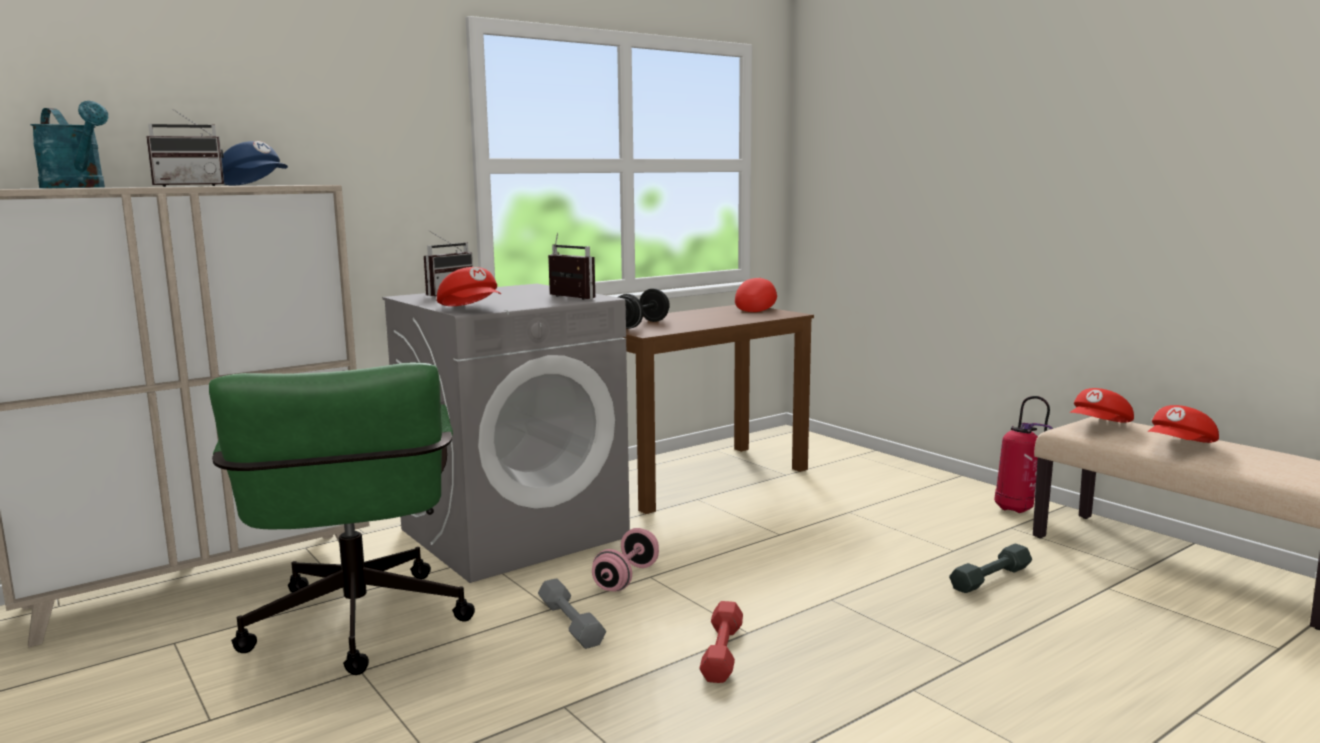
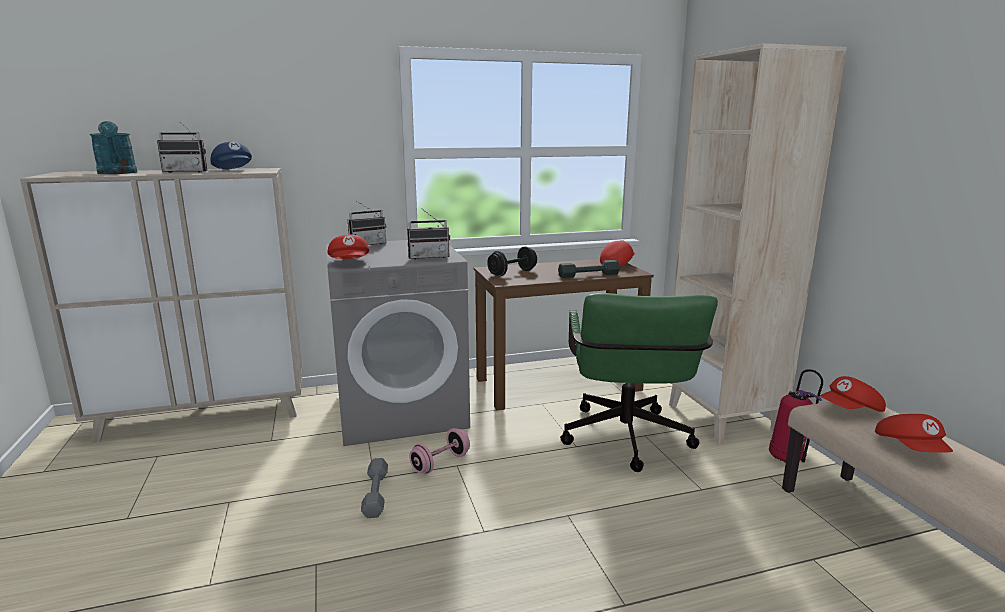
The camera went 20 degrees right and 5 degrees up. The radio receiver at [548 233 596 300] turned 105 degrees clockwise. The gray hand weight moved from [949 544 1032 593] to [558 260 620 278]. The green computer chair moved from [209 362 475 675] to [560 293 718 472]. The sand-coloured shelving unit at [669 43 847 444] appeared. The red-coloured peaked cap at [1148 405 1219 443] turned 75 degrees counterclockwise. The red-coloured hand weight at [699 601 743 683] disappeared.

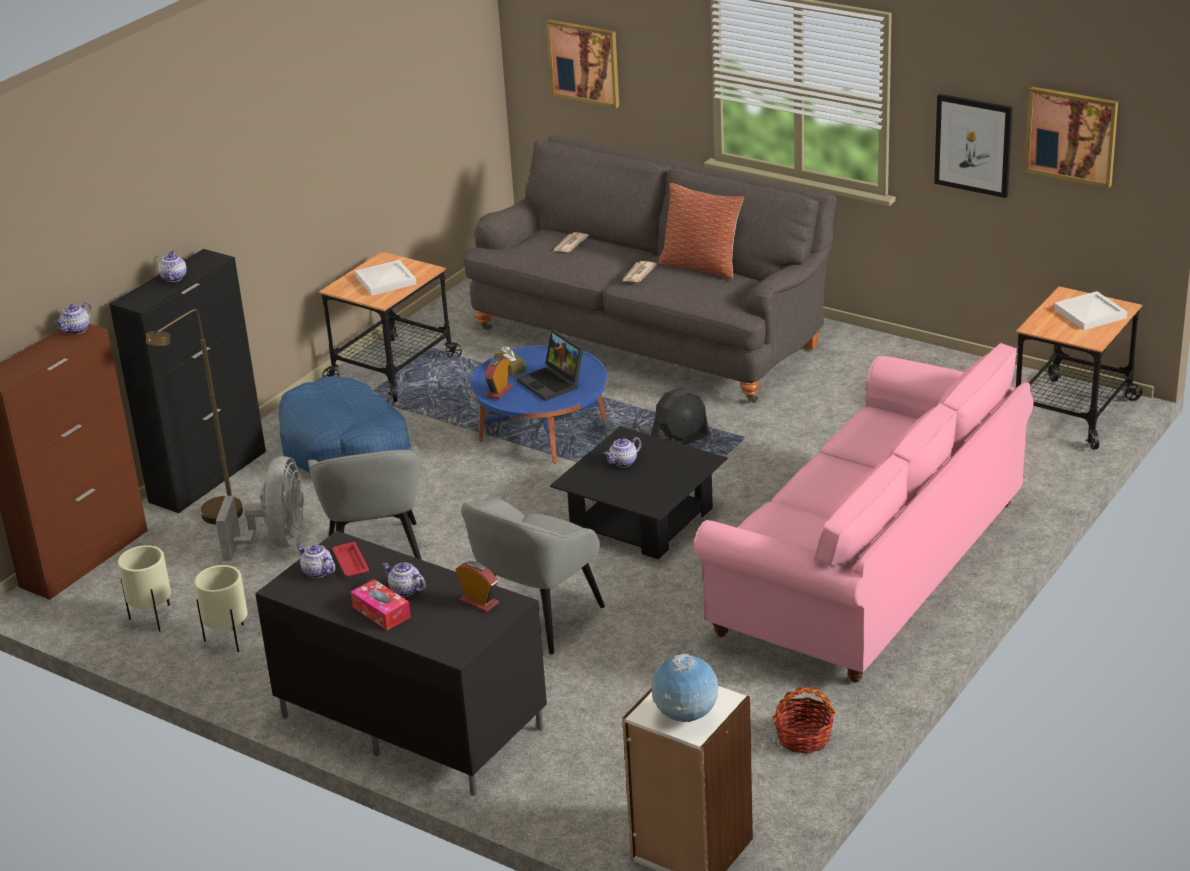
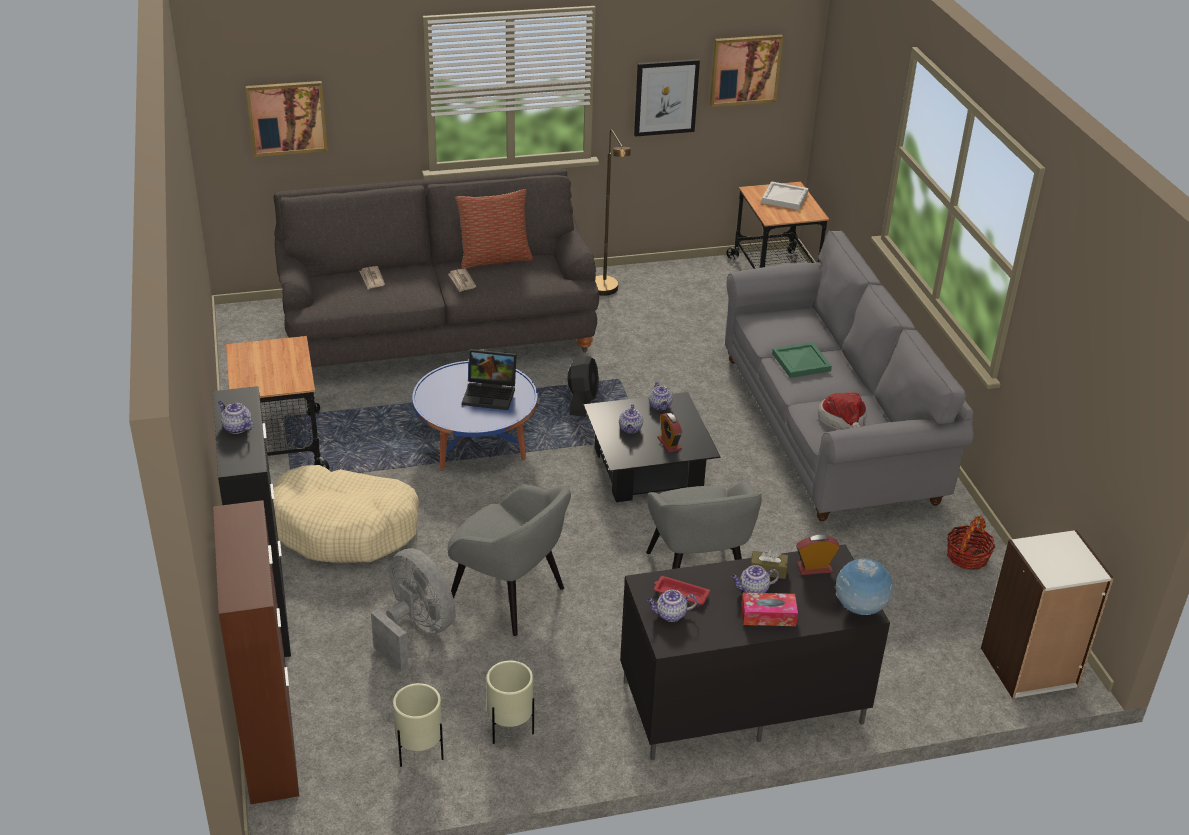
The camera went 50 degrees left and 5 degrees up. The blue-coloured dog bed at [279 376 411 473] became the sand-coloured dog bed at [273 465 419 563]. The brown-coloured floor lamp moved from [146 309 243 524] to [595 129 631 296]. The pot for tea moved from [55 302 92 334] to [649 382 673 410]. The bedside clock moved from [485 357 512 400] to [658 413 682 453]. The pink-coloured settee at [693 343 1033 683] became the gray settee at [725 231 974 521]. The brown-coloured tissue holder moved from [495 346 526 377] to [750 548 788 579]. The green tray at [772 342 832 378] appeared. The clothing hat at [818 393 867 430] appeared. The world globe moved from [651 654 718 722] to [836 559 893 615]. The whitish tray at [355 260 416 296] disappeared.

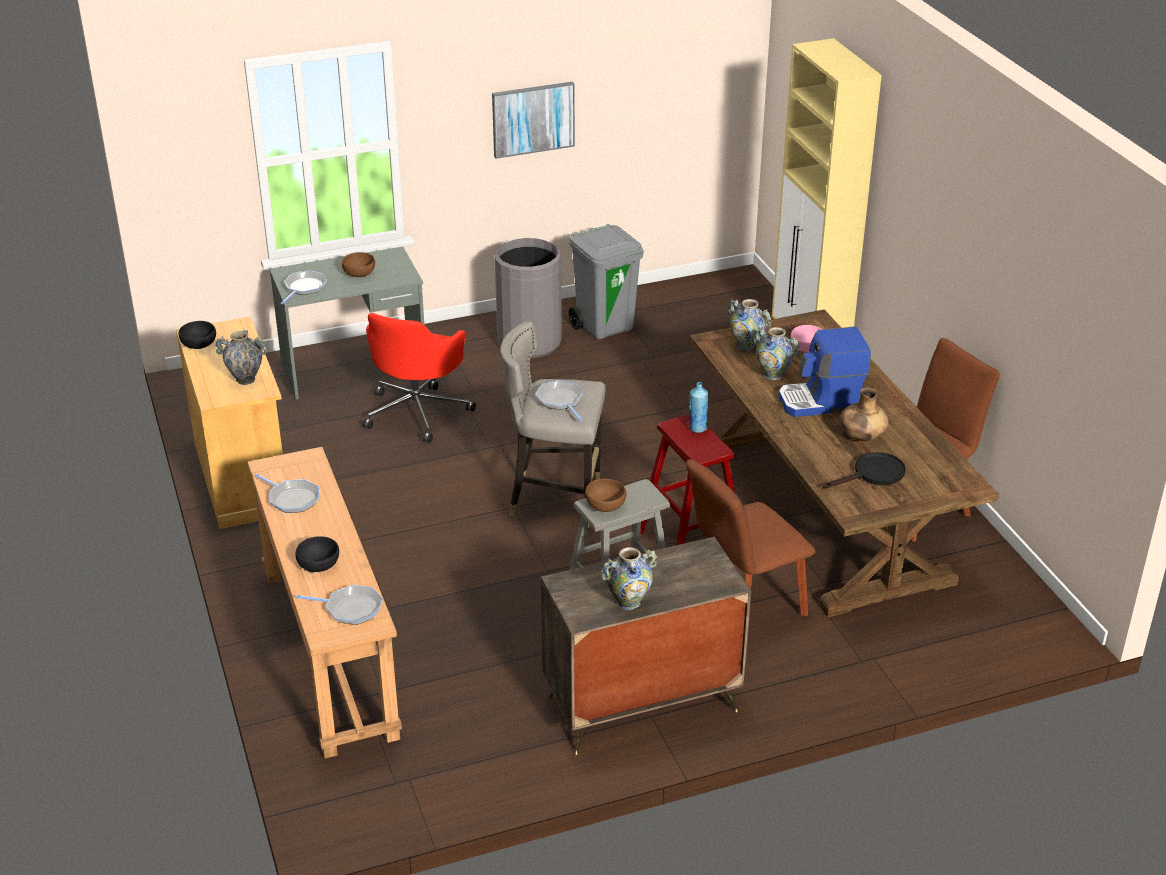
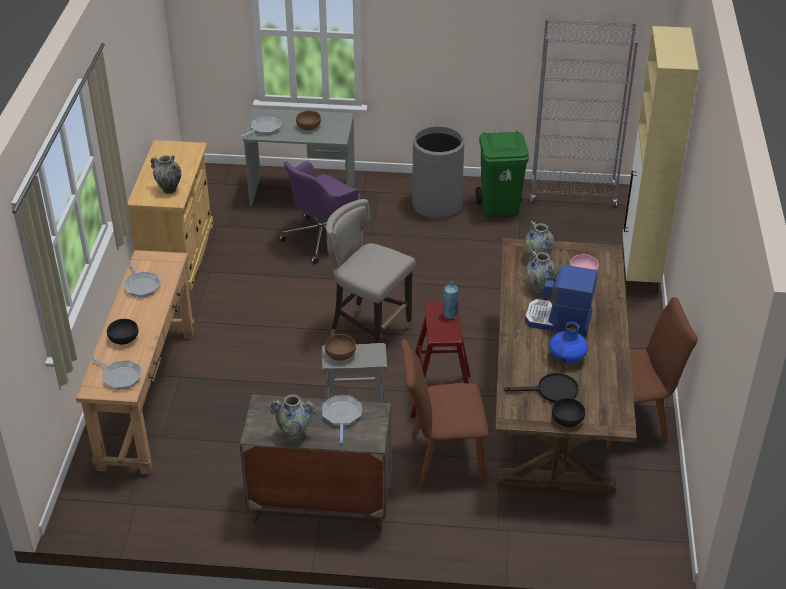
The camera went 25 degrees right and 5 degrees up. The red-coloured computer chair at [363 313 476 443] became the purplish computer chair at [278 161 364 264]. The frying pan moved from [535 380 583 421] to [322 395 362 444]. The gray waste bin at [568 224 644 340] became the green waste bin at [476 130 529 217]. The gray shelving unit at [531 19 638 206] appeared. The brown-coloured decorative vase at [840 387 888 441] became the blue-coloured decorative vase at [550 322 588 364]. The black bowl moved from [179 321 216 349] to [552 398 585 427]. The wall picture at [492 82 575 159] disappeared.

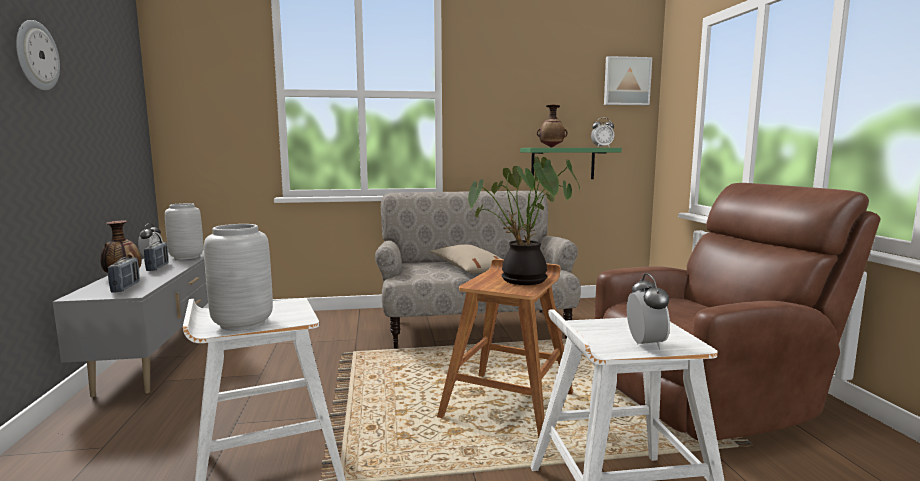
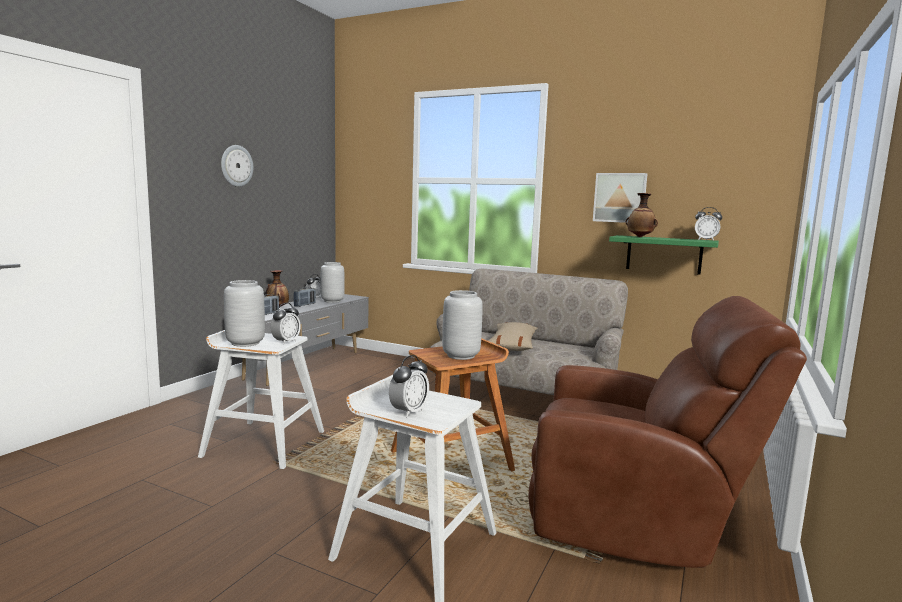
The camera went 35 degrees right and 0 degrees up. The bedside clock at [271 303 301 345] appeared. The potted plant at [468 156 580 285] was replaced by the gray decorative vase at [442 290 483 360]. The wall picture moved from [604 56 652 105] to [593 173 647 223].

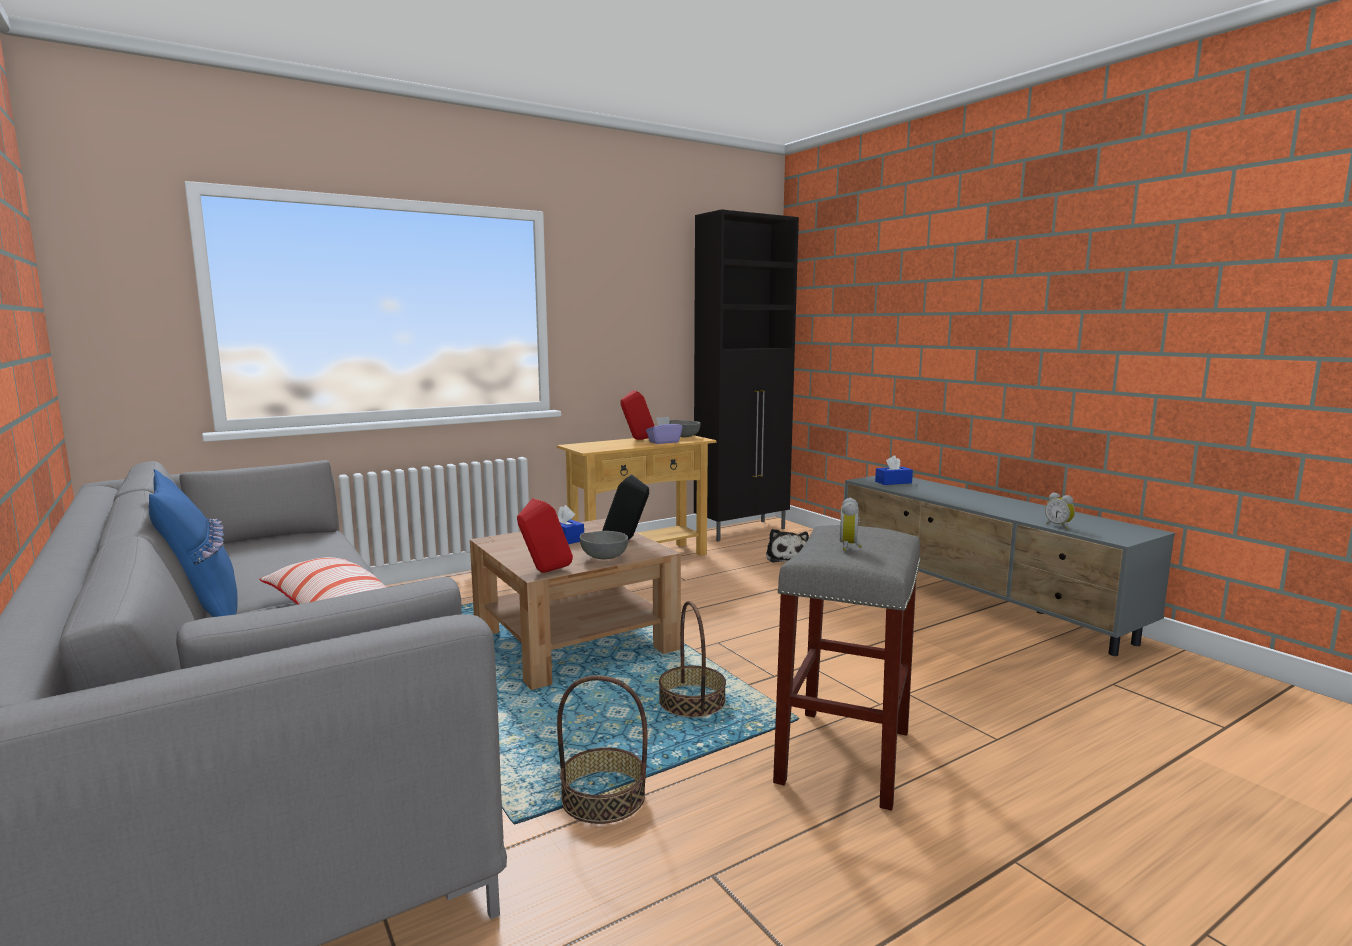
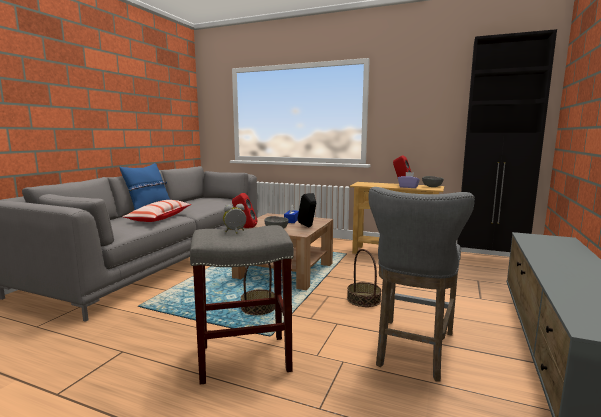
The camera went 55 degrees right and 0 degrees up. The storage basket moved from [557 675 648 824] to [347 249 381 307]. The gray stool seat at [369 187 475 381] appeared. The cuddly toy at [766 529 809 563] disappeared. The blue-coloured tissue holder at [875 455 913 485] disappeared. The bedside clock at [1045 493 1075 529] disappeared.

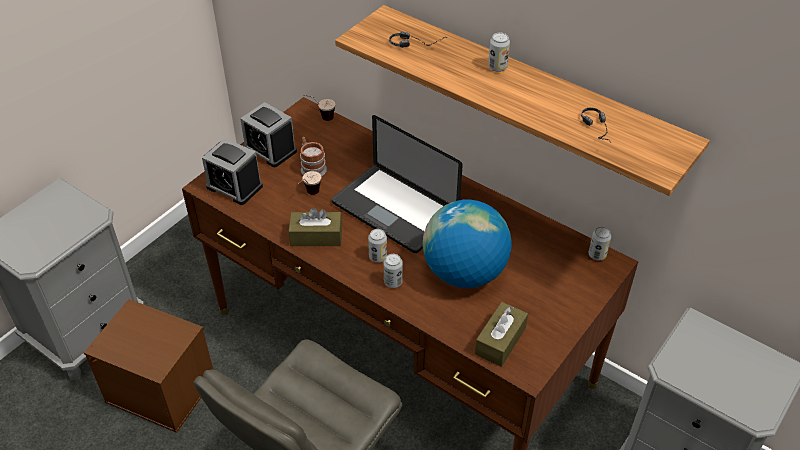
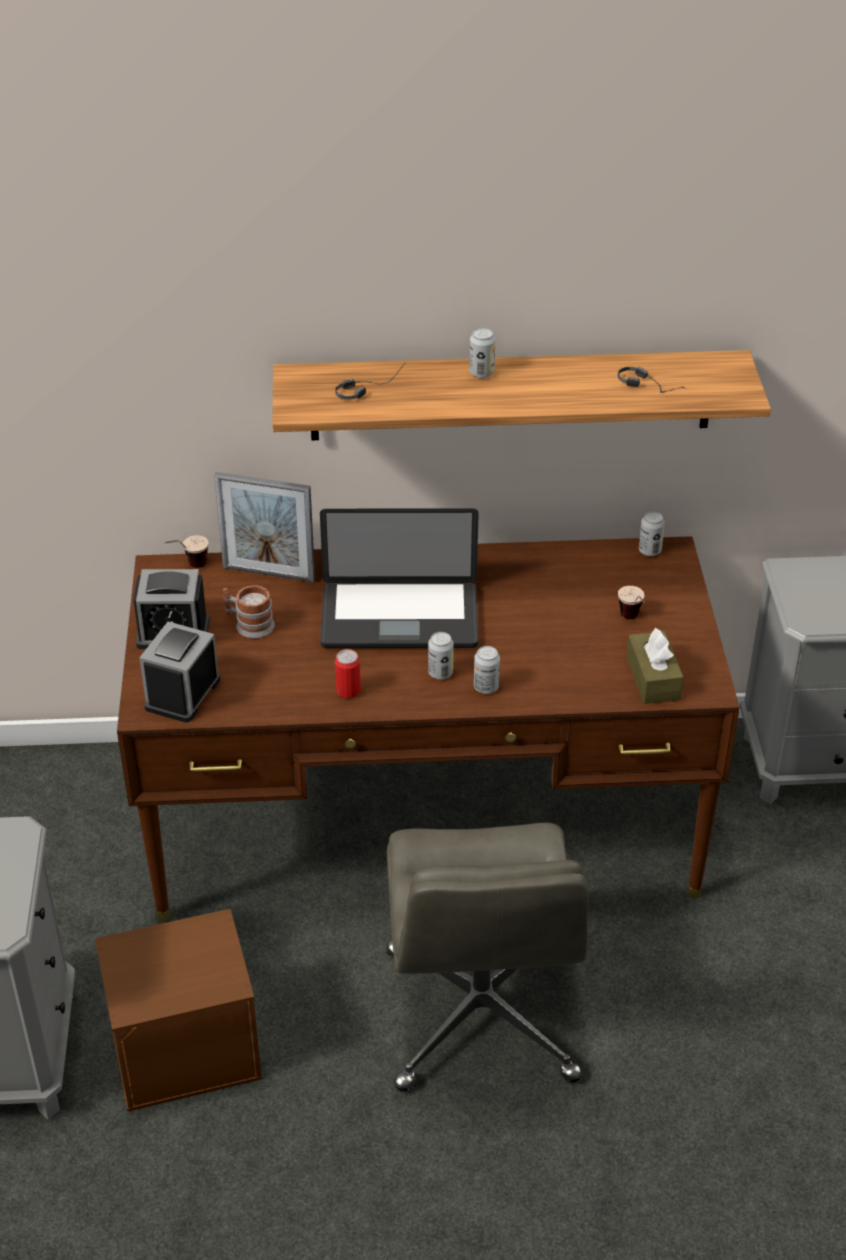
The camera went 40 degrees left and 5 degrees down. The bedside clock at [202 138 263 205] turned 120 degrees clockwise. The standing frame at [214 472 315 583] appeared. The brown-coloured tissue holder at [288 207 342 246] was replaced by the sealed can at [335 649 361 699]. The cup moved from [298 171 321 195] to [618 586 645 619]. The world globe at [423 200 512 288] disappeared.

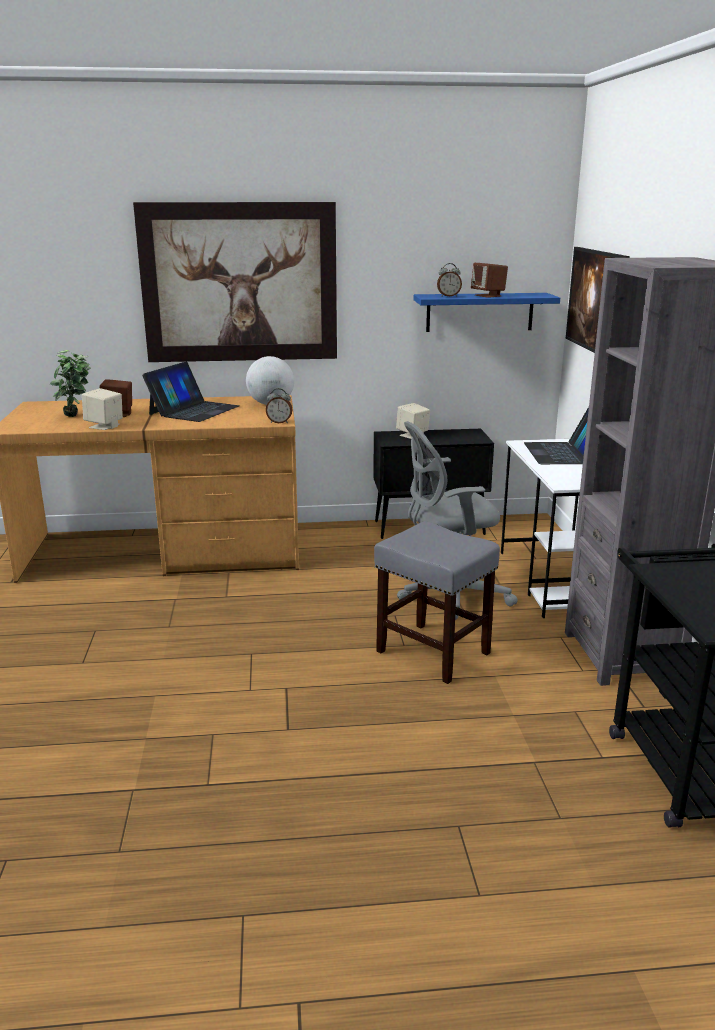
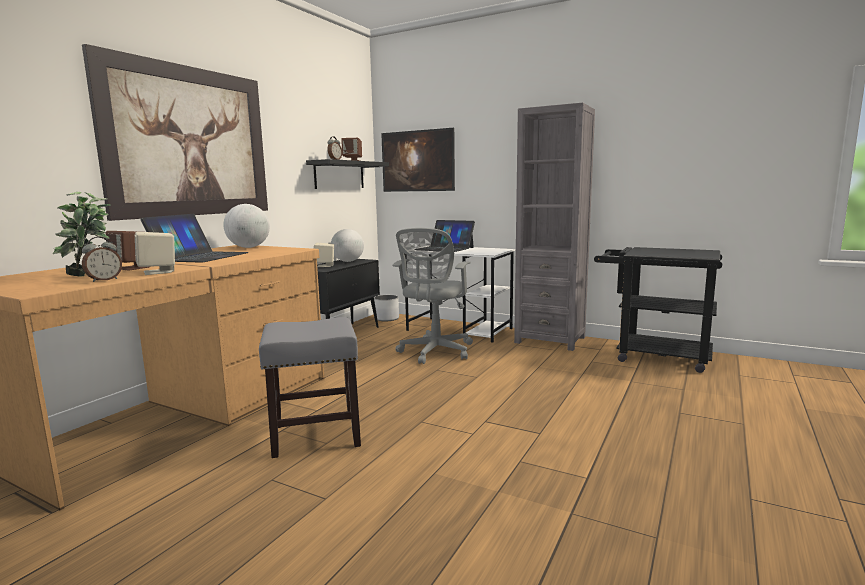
The camera went 55 degrees left and 10 degrees down. The bedside clock moved from [266 388 292 423] to [82 237 122 282]. The laptop at [142 361 239 422] turned 45 degrees clockwise. The gray stool seat moved from [374 521 500 684] to [259 317 361 458]. The blue-coloured shelf at [414 293 560 332] became the black shelf at [306 159 389 189]. The world globe at [331 229 364 262] appeared. The whitish flower pot at [374 295 399 321] appeared.

